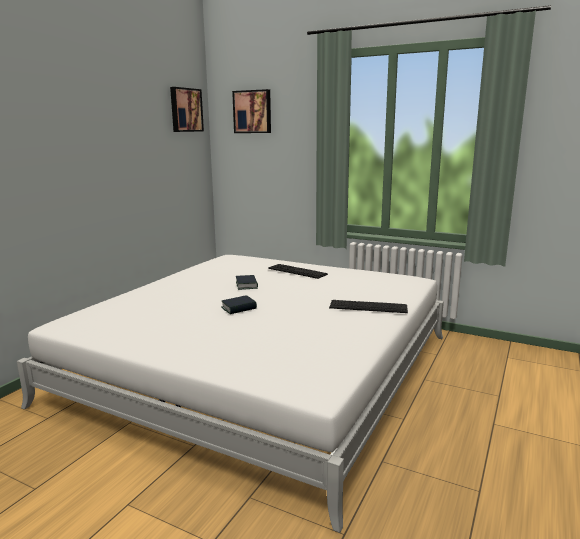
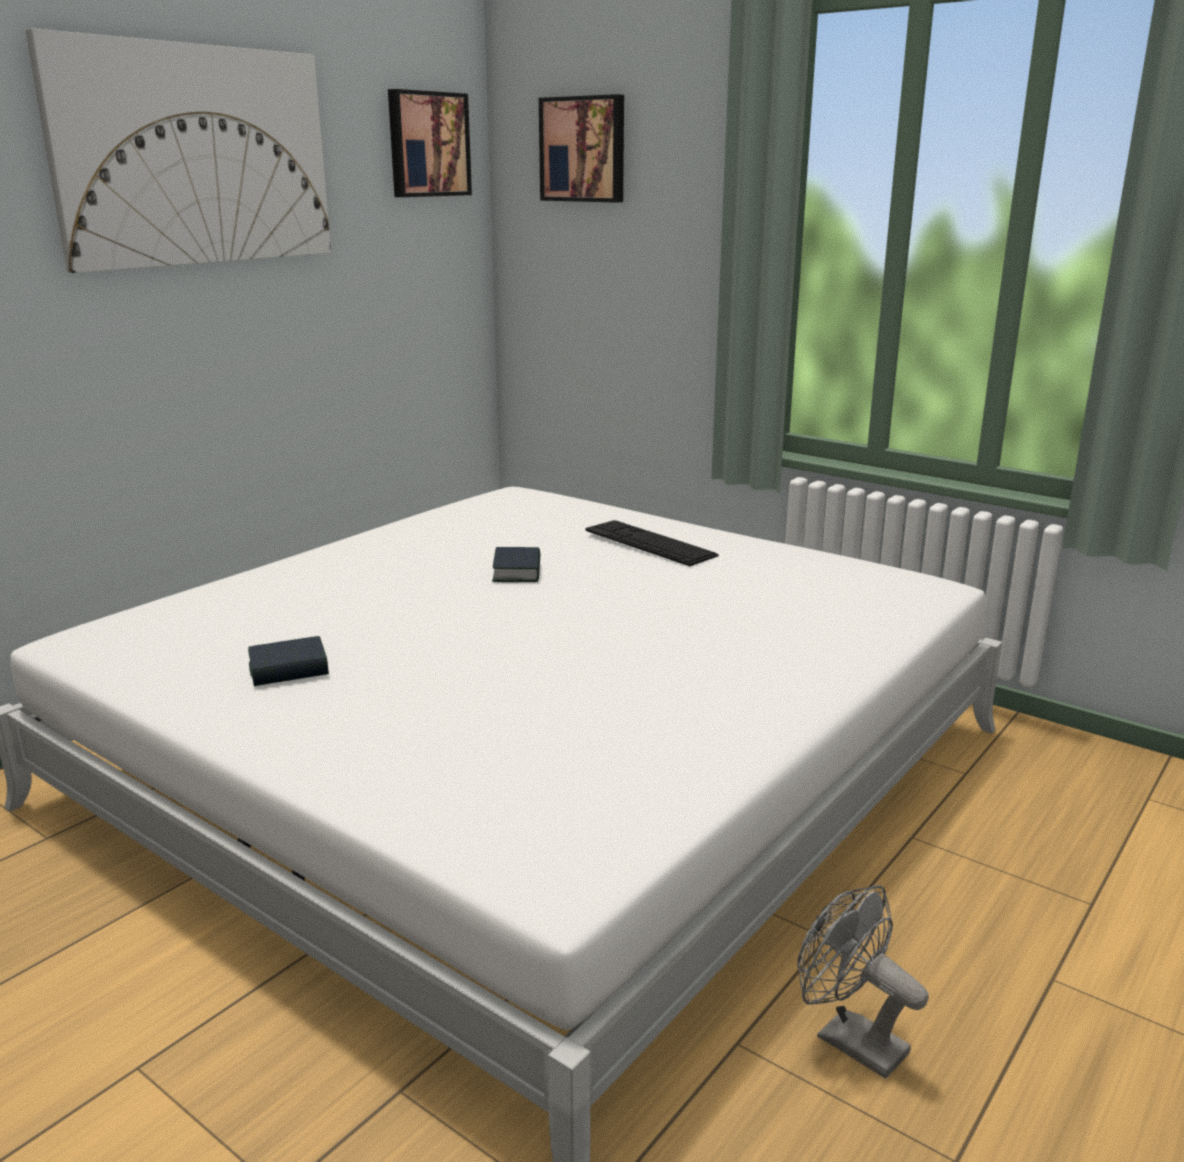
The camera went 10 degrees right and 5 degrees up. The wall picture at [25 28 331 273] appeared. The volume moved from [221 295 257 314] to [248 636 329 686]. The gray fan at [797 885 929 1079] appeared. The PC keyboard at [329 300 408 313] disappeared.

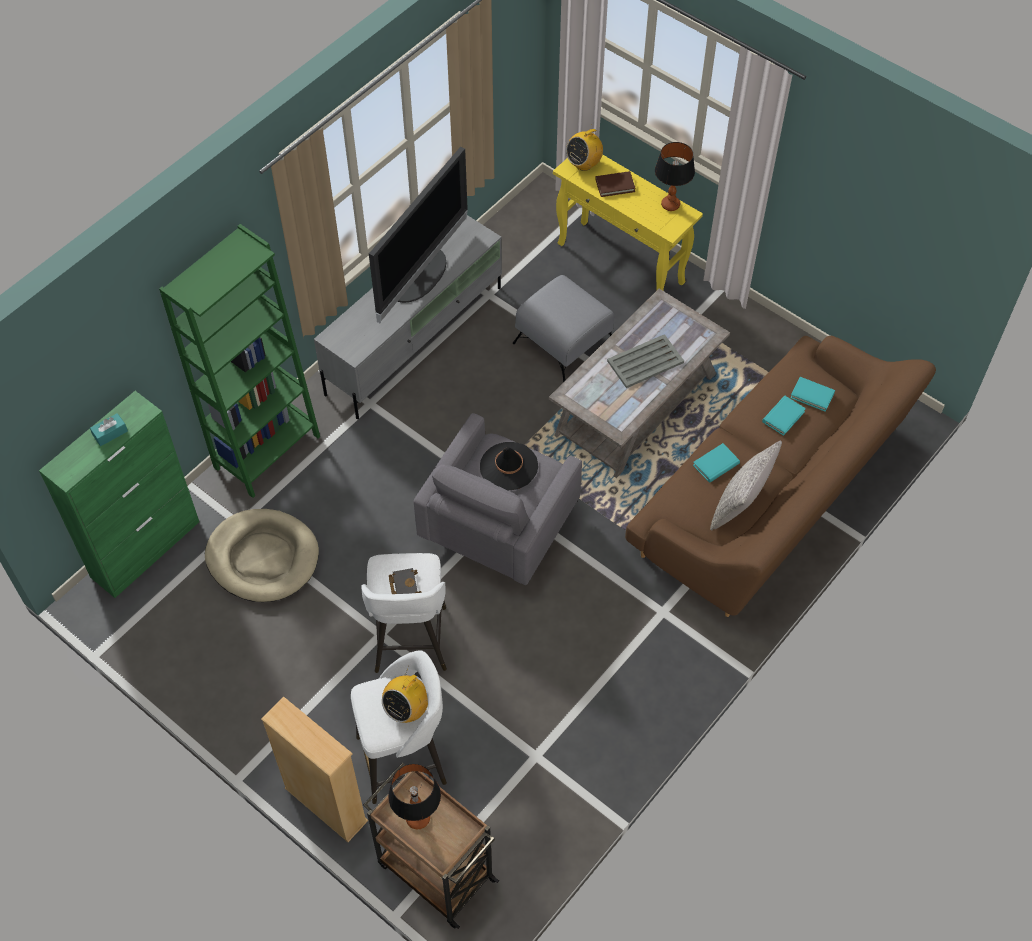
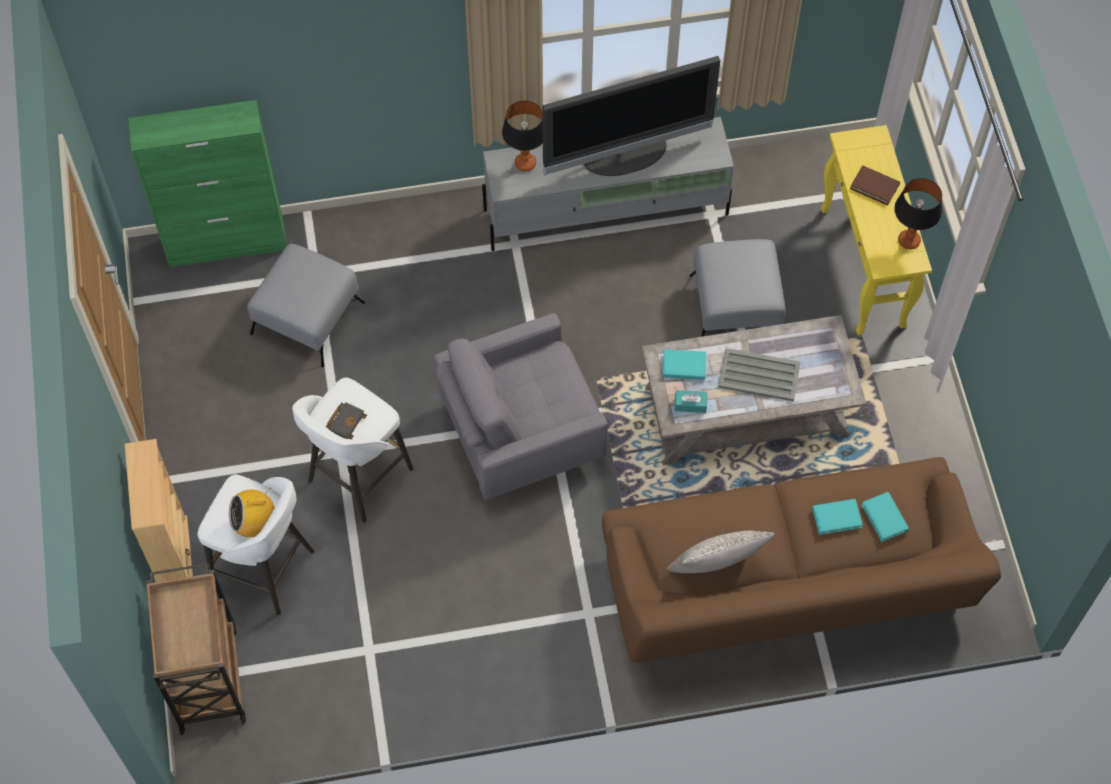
The camera went 40 degrees right and 5 degrees up. The sand-coloured dog bed at [205 509 319 602] was replaced by the gray footrest at [247 244 365 368]. The lamp for a table moved from [388 764 441 829] to [502 101 543 172]. The blue-green volume moved from [693 443 740 483] to [662 349 706 380]. The blue-green tissue holder moved from [90 413 128 446] to [675 390 707 413]. The green shelving unit at [159 224 320 498] disappeared. The black clothing hat at [480 442 538 490] disappeared. The radio receiver at [566 126 603 171] disappeared.

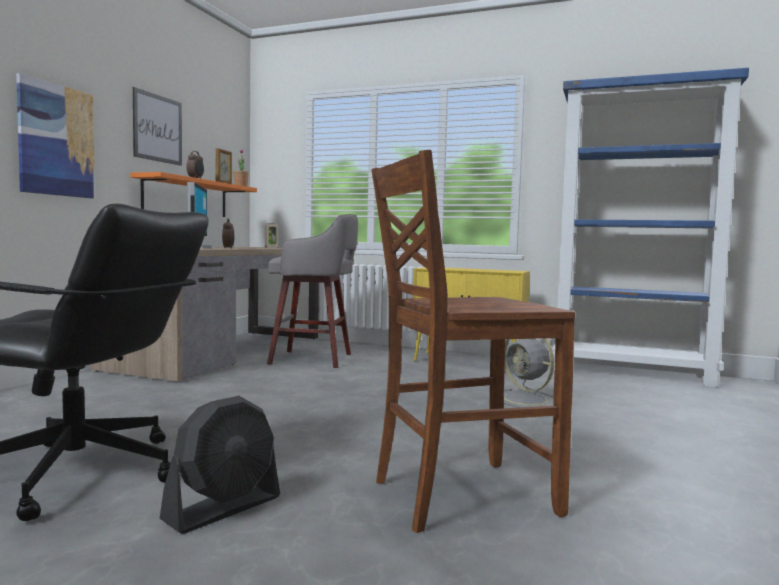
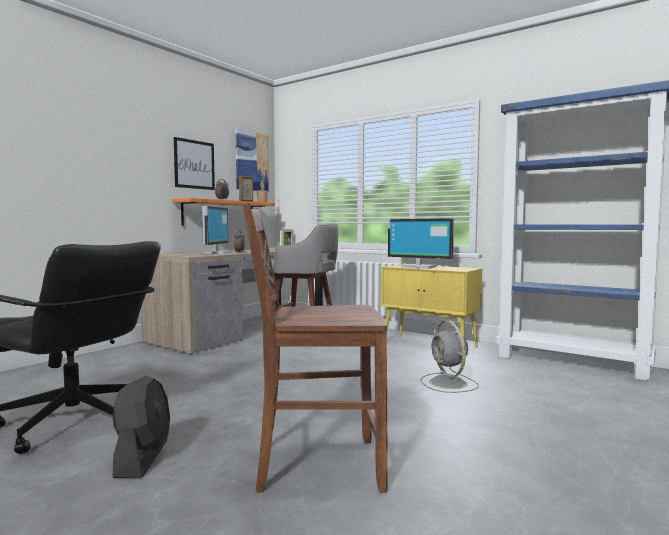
The camera went 15 degrees right and 0 degrees up. The black fan at [160 396 280 534] turned 60 degrees counterclockwise. The wall picture moved from [16 73 95 199] to [235 128 269 192]. The monitor at [388 219 454 269] appeared.

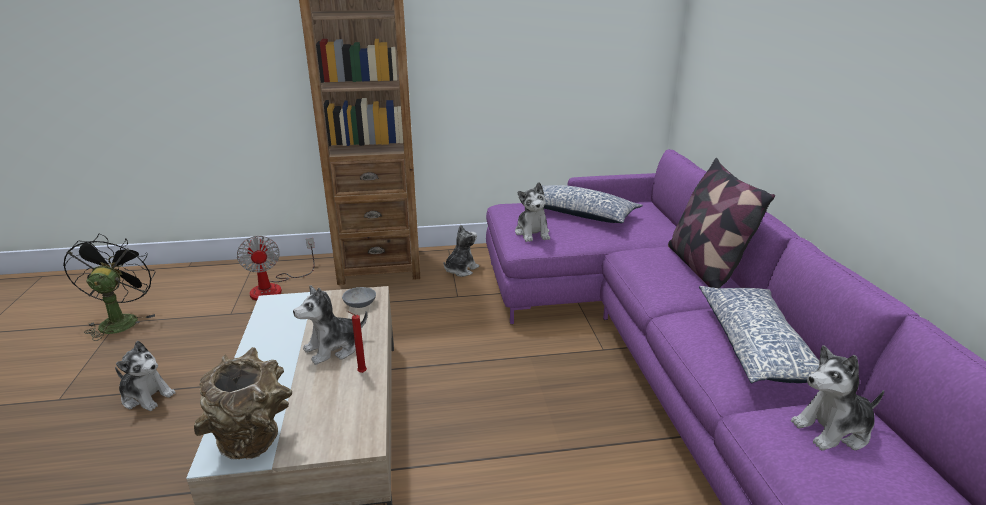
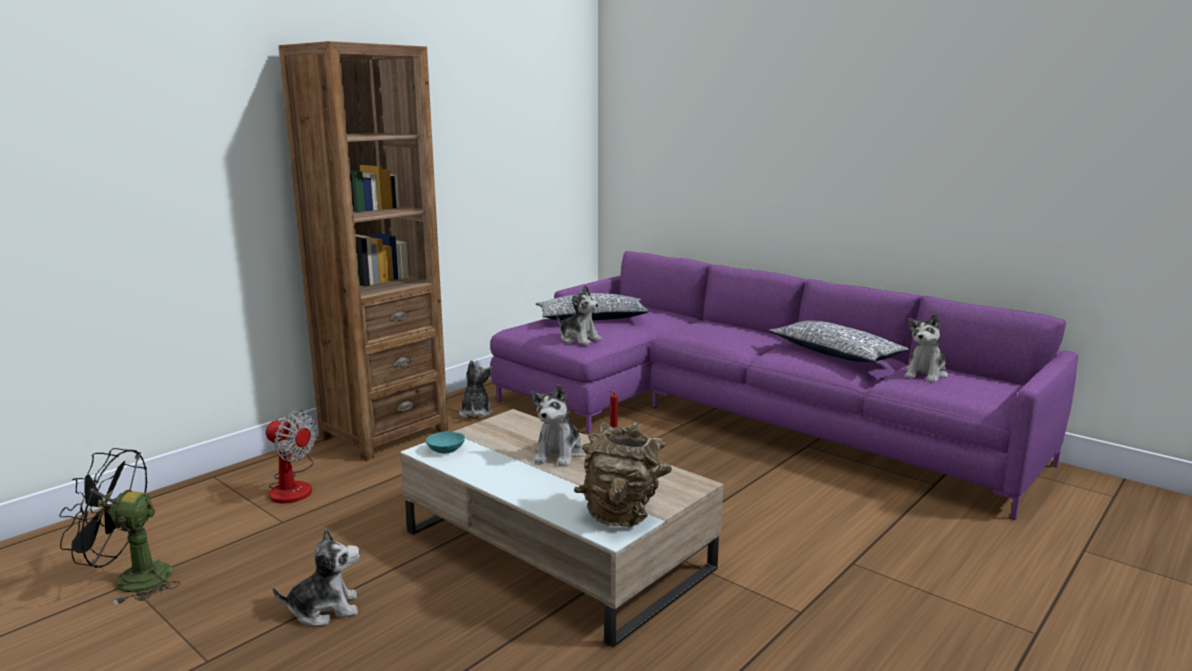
The camera went 40 degrees left and 10 degrees down. The black fan at [63 233 155 341] turned 45 degrees counterclockwise. The blue-green bowl at [426 432 465 454] appeared. The gray bowl at [342 287 376 308] disappeared. The throw pillow at [668 158 775 288] disappeared.

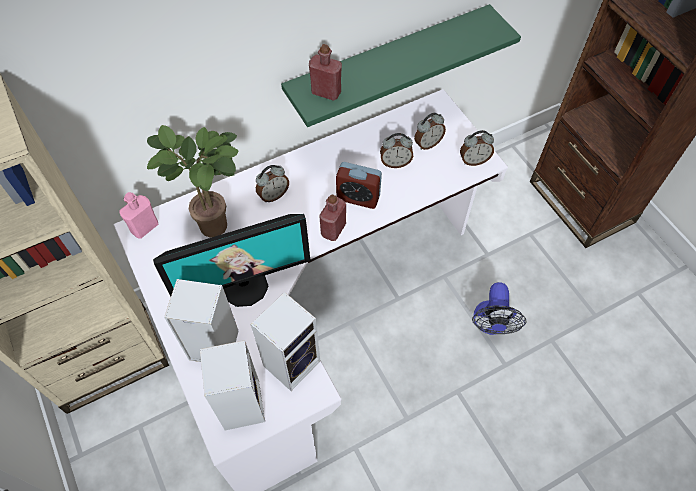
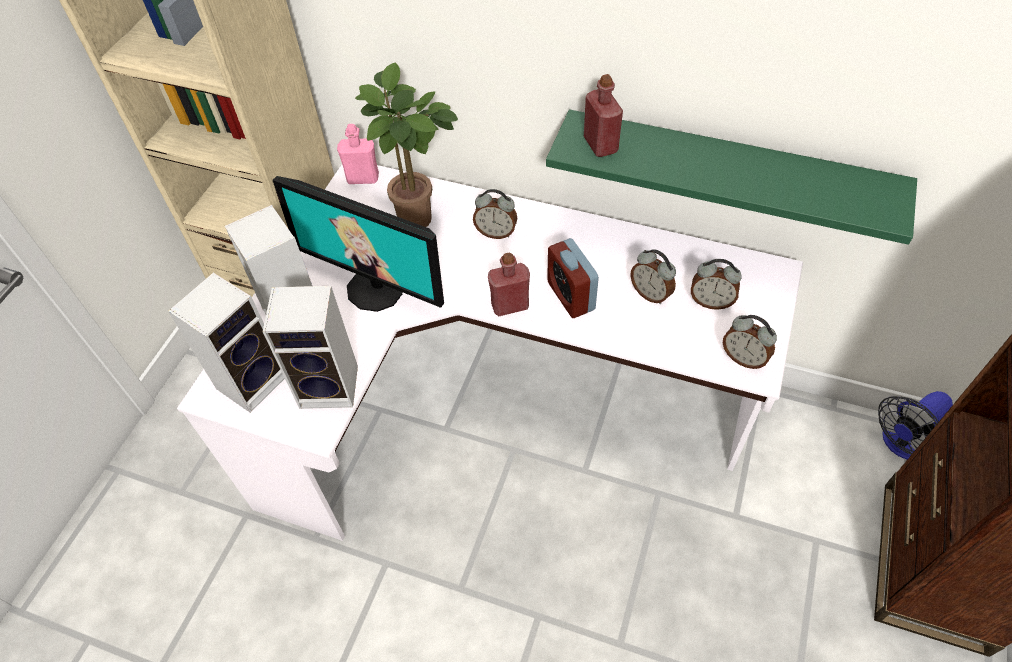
The camera went 50 degrees right and 5 degrees down. The fan moved from [472 282 527 335] to [878 391 953 460].

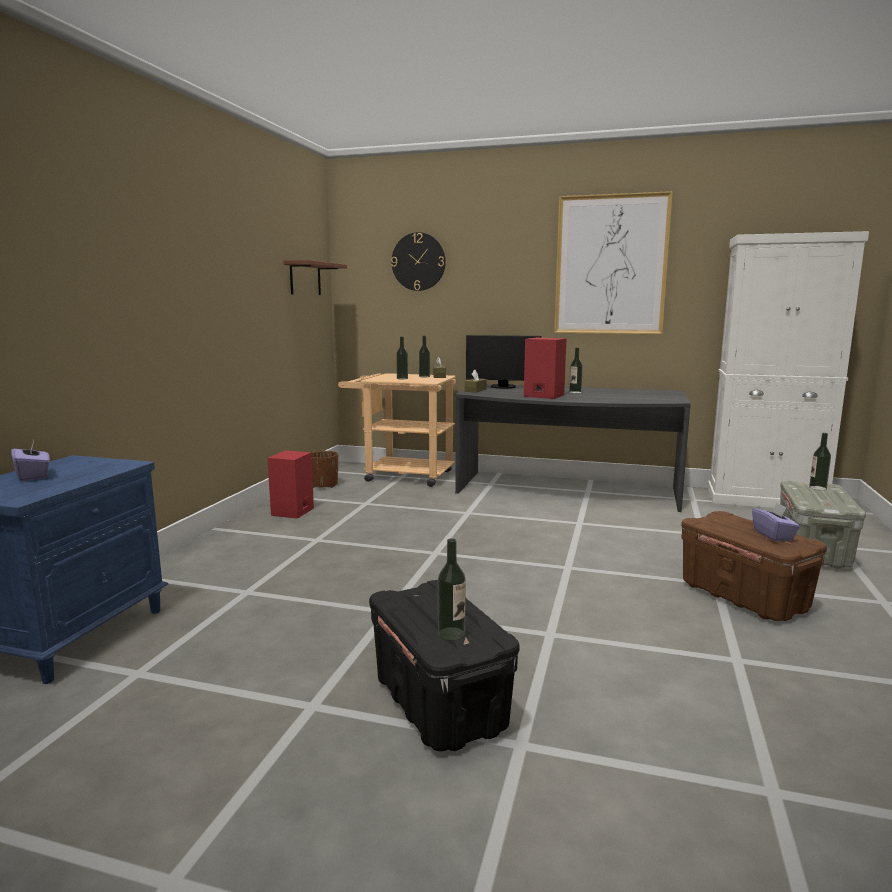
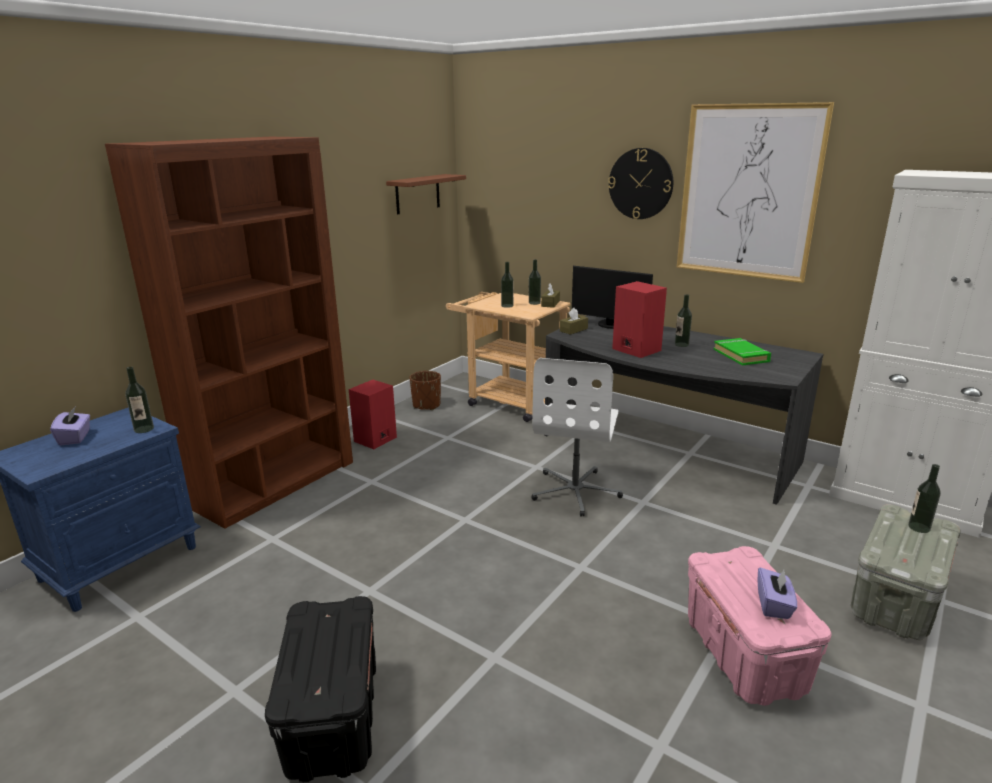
The camera went 20 degrees right and 10 degrees up. The brown-coloured shelving unit at [105 137 353 529] appeared. The bottle moved from [438 538 466 641] to [125 367 154 433]. The whitish computer chair at [531 358 623 517] appeared. The clock on the wall moved from [391 232 446 291] to [608 148 673 219]. The brown-coloured storage box at [681 511 827 621] became the pink-coloured storage box at [688 546 832 706]. The green volume at [713 338 771 366] appeared.

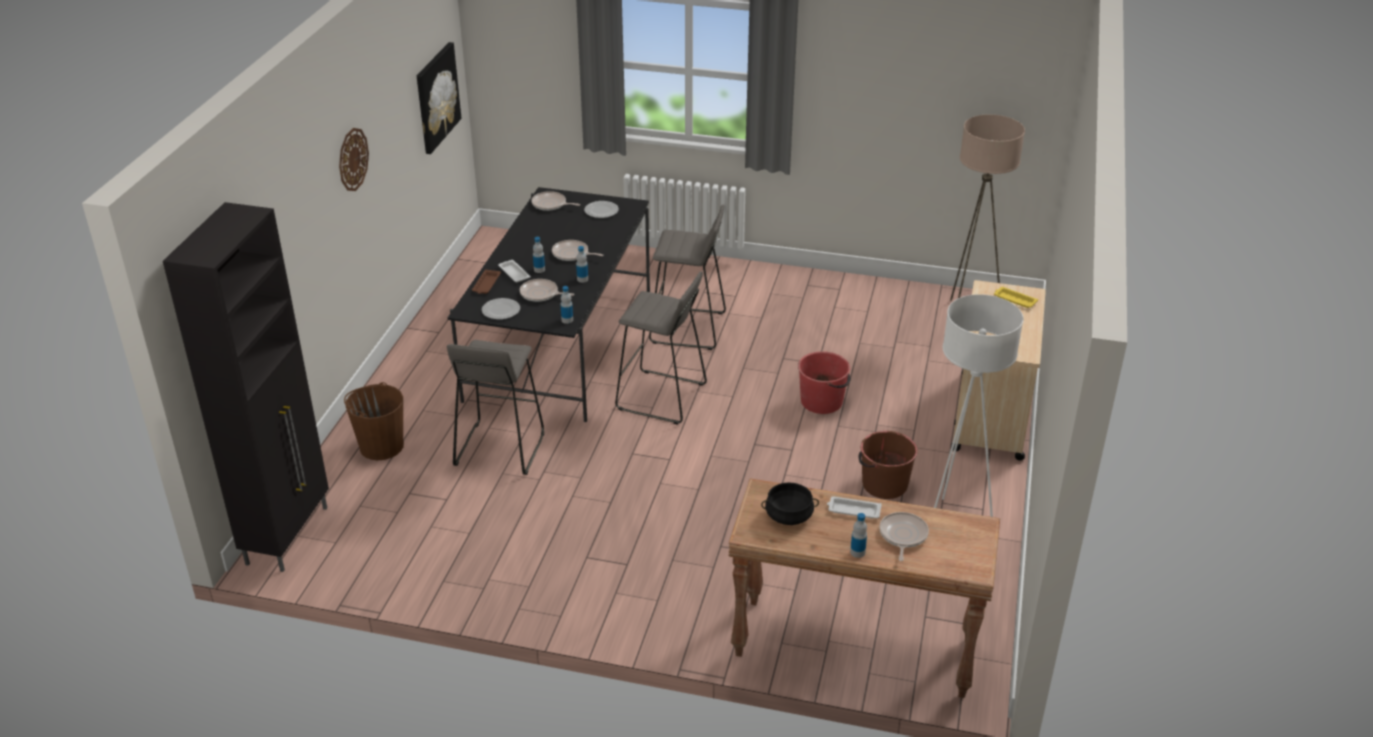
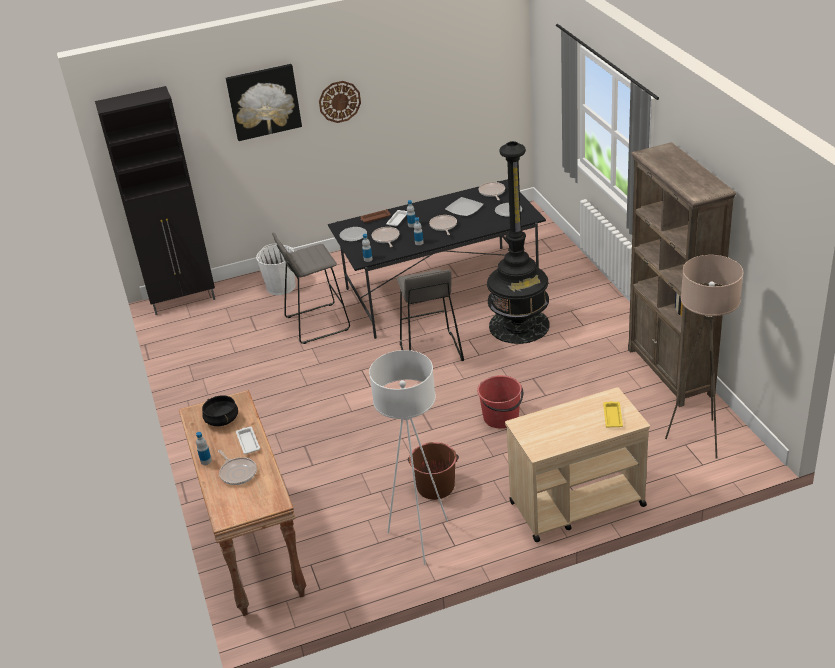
The camera went 60 degrees right and 0 degrees up. The frying pan at [879 512 929 561] turned 75 degrees clockwise. The wall picture moved from [417 42 461 154] to [226 64 302 141]. The brown-coloured water bucket at [344 382 404 460] became the whitish water bucket at [256 244 296 295]. The plate at [445 197 484 217] appeared. The gray stool seat at [649 204 726 350] was replaced by the black floor lamp at [487 141 550 344]. The brown-coloured shelving unit at [628 142 736 407] appeared.

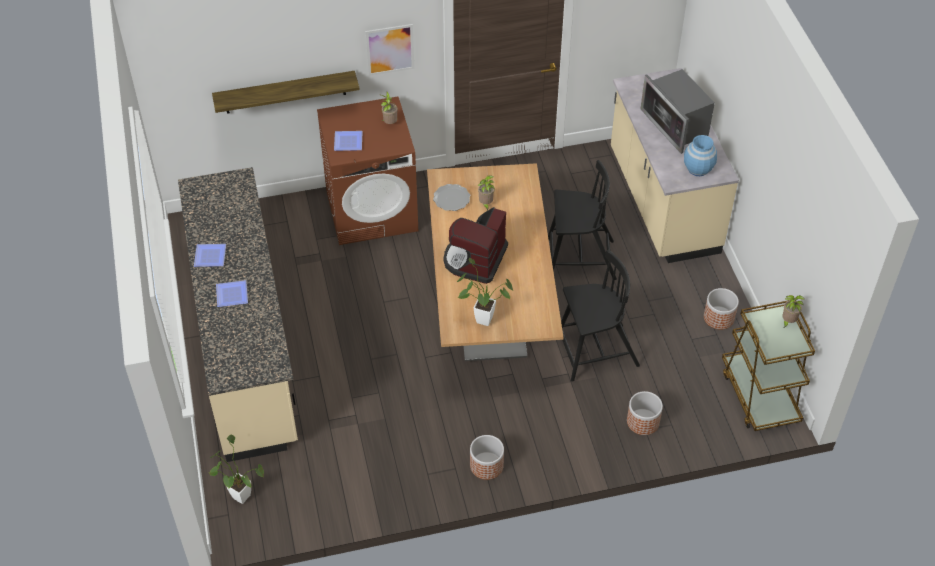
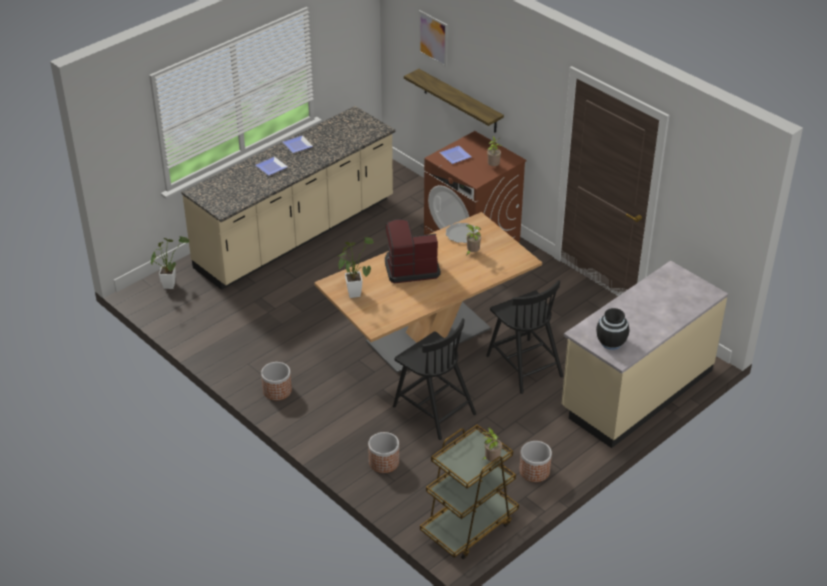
The camera went 60 degrees right and 10 degrees down. The wall picture moved from [365 24 414 76] to [419 10 448 67]. The blue-coloured decorative vase at [684 135 717 176] became the black decorative vase at [596 308 629 350]. The microwave at [640 69 715 154] disappeared.

